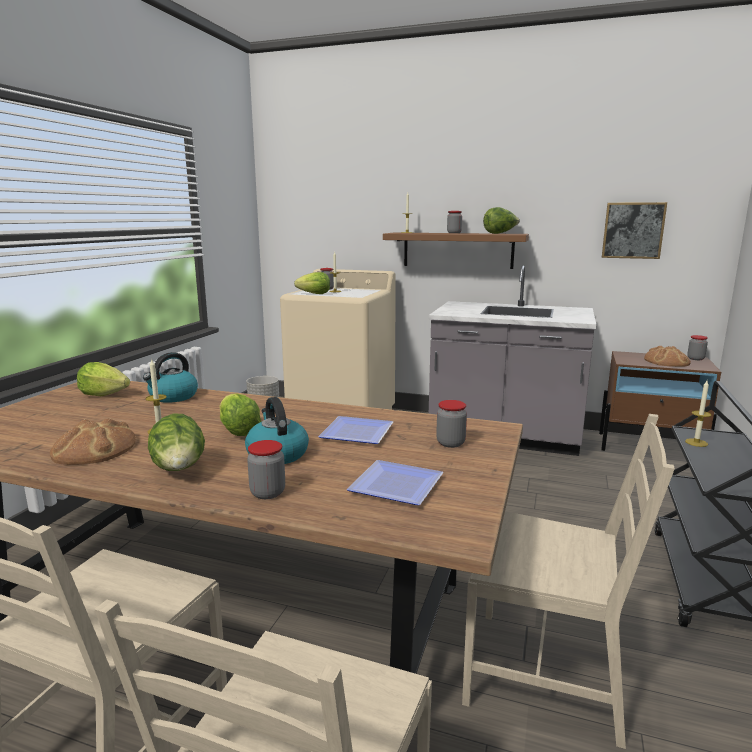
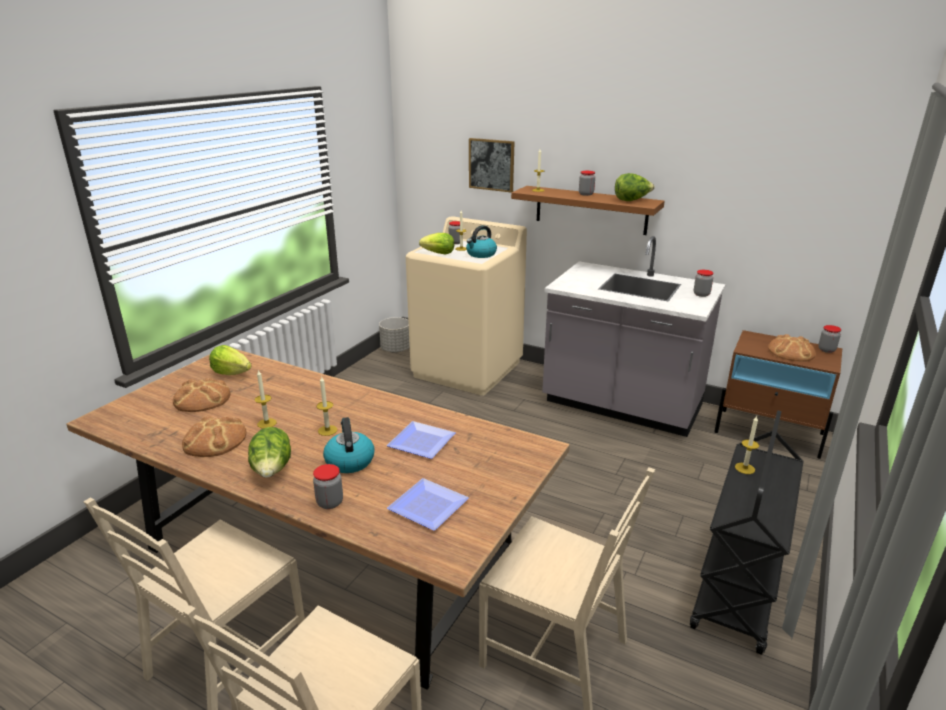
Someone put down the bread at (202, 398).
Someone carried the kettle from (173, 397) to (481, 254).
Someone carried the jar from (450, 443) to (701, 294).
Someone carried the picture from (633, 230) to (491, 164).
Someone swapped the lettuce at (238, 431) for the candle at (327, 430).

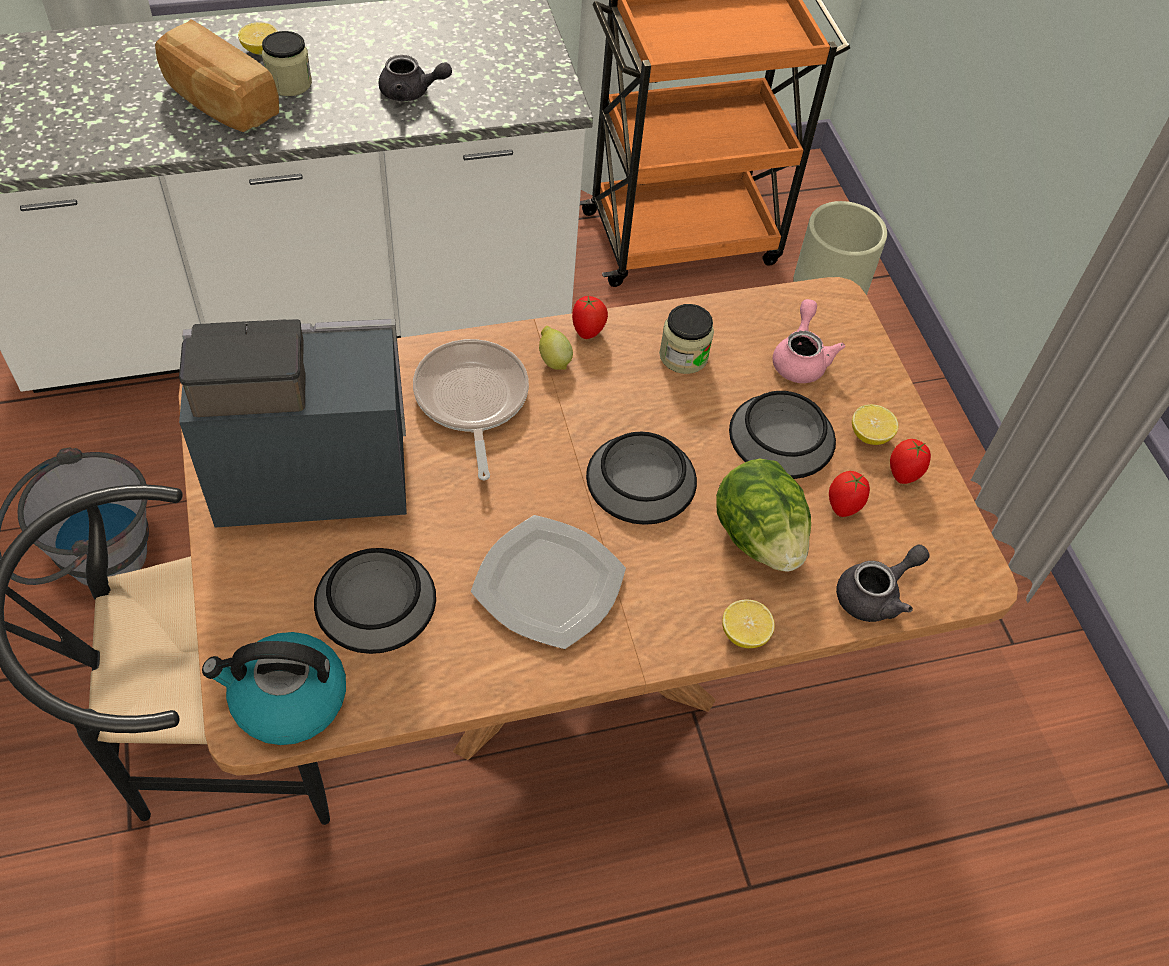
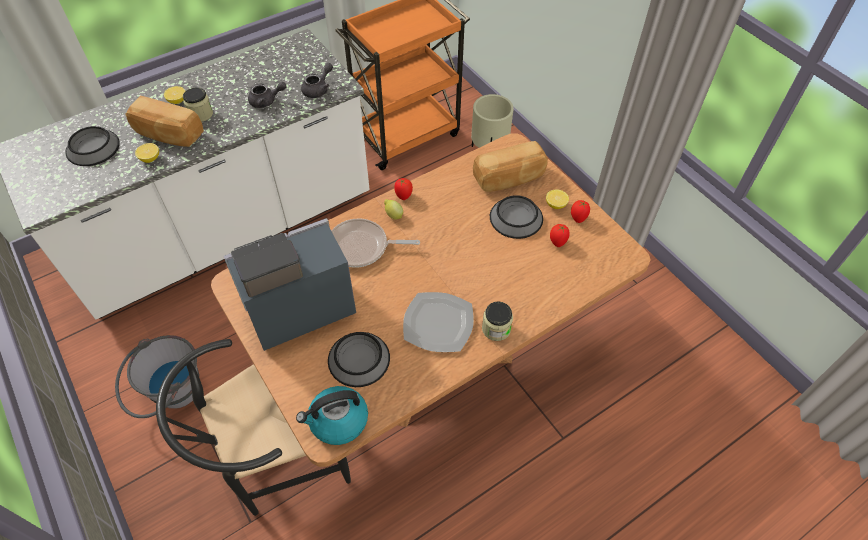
Someone took away the lettuce at (758, 537).
Someone carried the bowl from (641, 478) to (93, 147).
Someone carried the jar from (683, 356) to (496, 329).
Someone carried the lemon from (744, 634) to (150, 158).
Someone carried the teapot in grey from (875, 595) to (318, 89).
Someone swapped the teapot in pink at (800, 359) for the bread at (509, 178).
Someone rotated the frying pan at (471, 400) by 60 degrees counterclockwise.

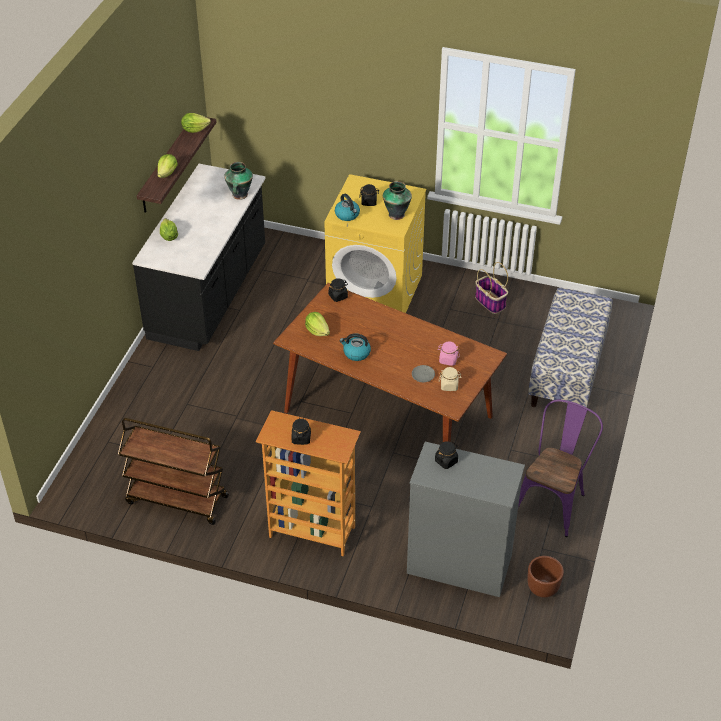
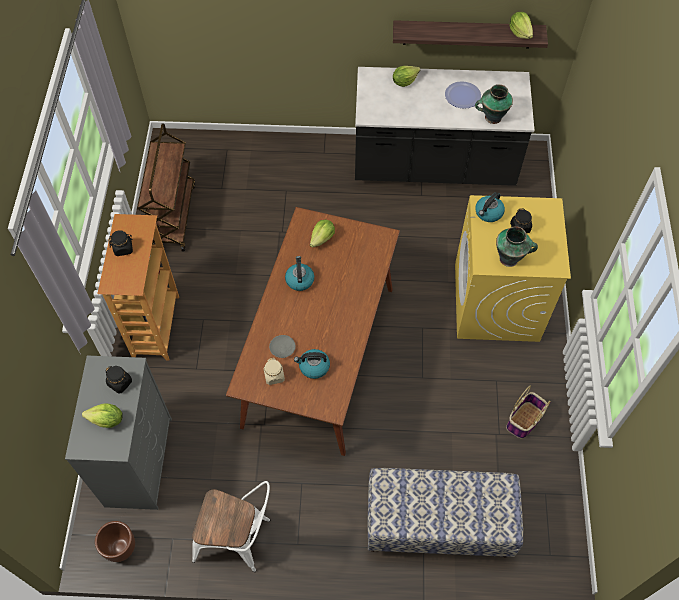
Someone took away the jar in black at (338, 296).
Someone put down the plate at (462, 95).
Someone carried the lettuce from (167, 173) to (107, 420).
Someone swapped the jar in pink at (448, 360) for the kettle at (313, 367).
Someone repainted the chair in purple at (553, 501), which became the chair in white at (239, 539).

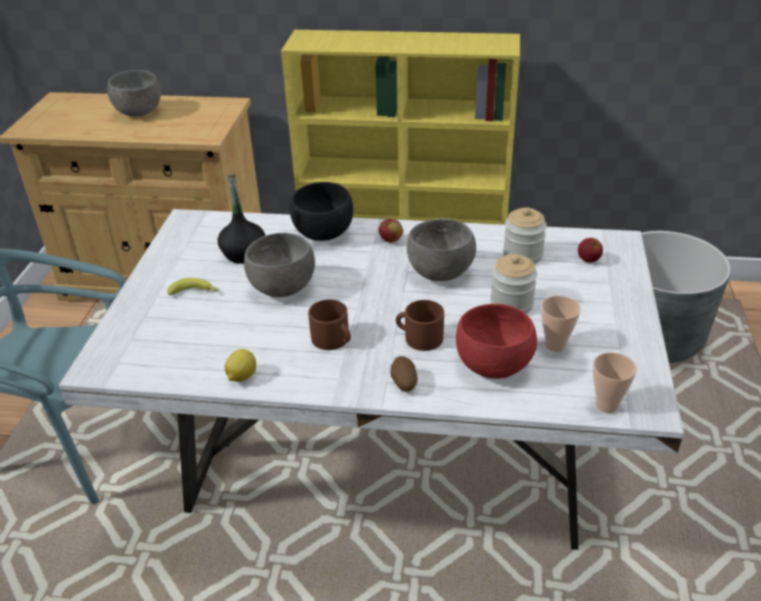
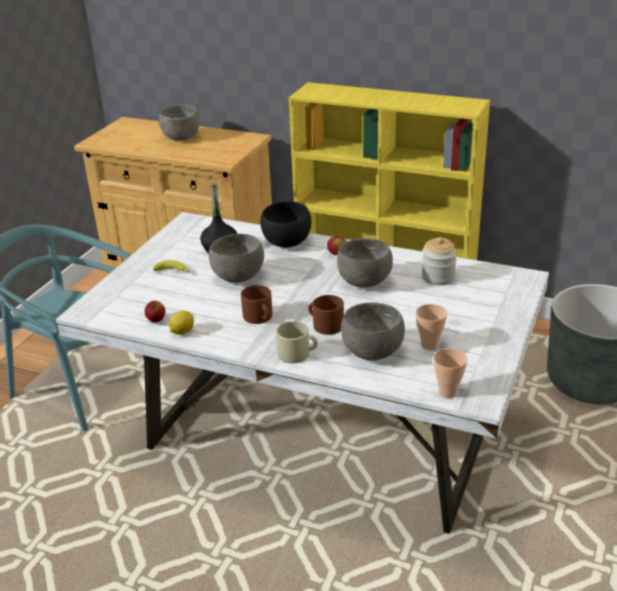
Someone took away the jar at (511, 304).
Someone carried the apple from (588, 260) to (156, 320).
Someone swapped the potato at (403, 383) for the mug in beige at (297, 354).
Someone repainted the bowl in red at (494, 366), which became the bowl in grey at (373, 352).

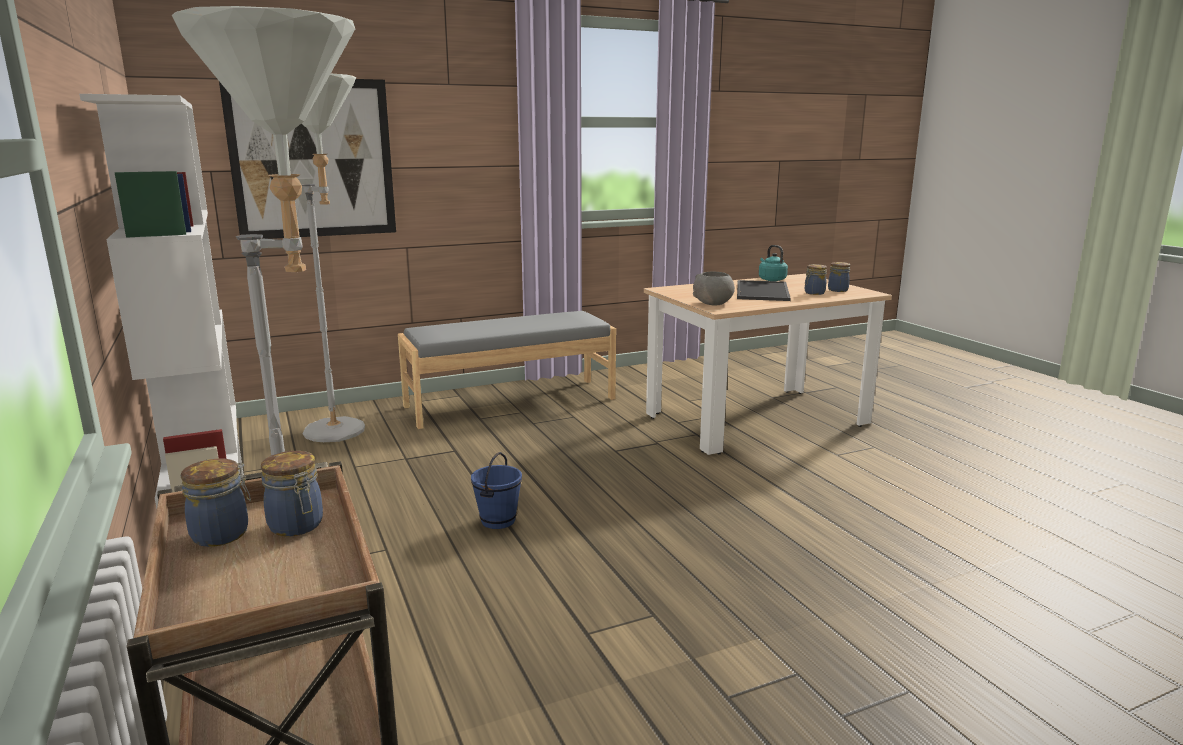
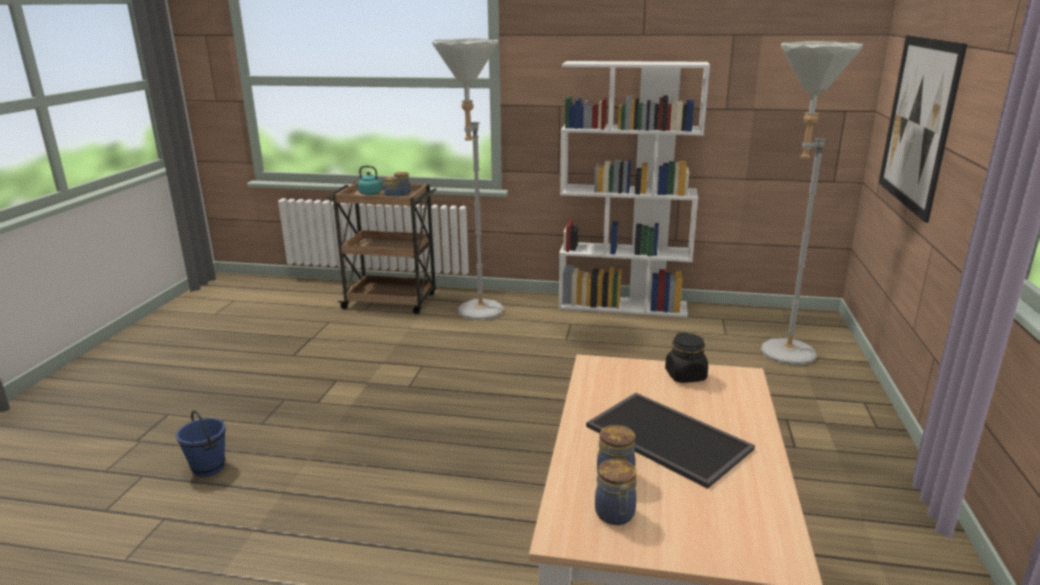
Someone took away the bench in grey at (510, 402).
Someone took away the bowl in grey at (713, 303).
Someone put down the jar in black at (685, 376).
Someone carried the bucket in blue from (498, 521) to (208, 468).
Someone carried the kettle in turquoise from (771, 279) to (371, 194).

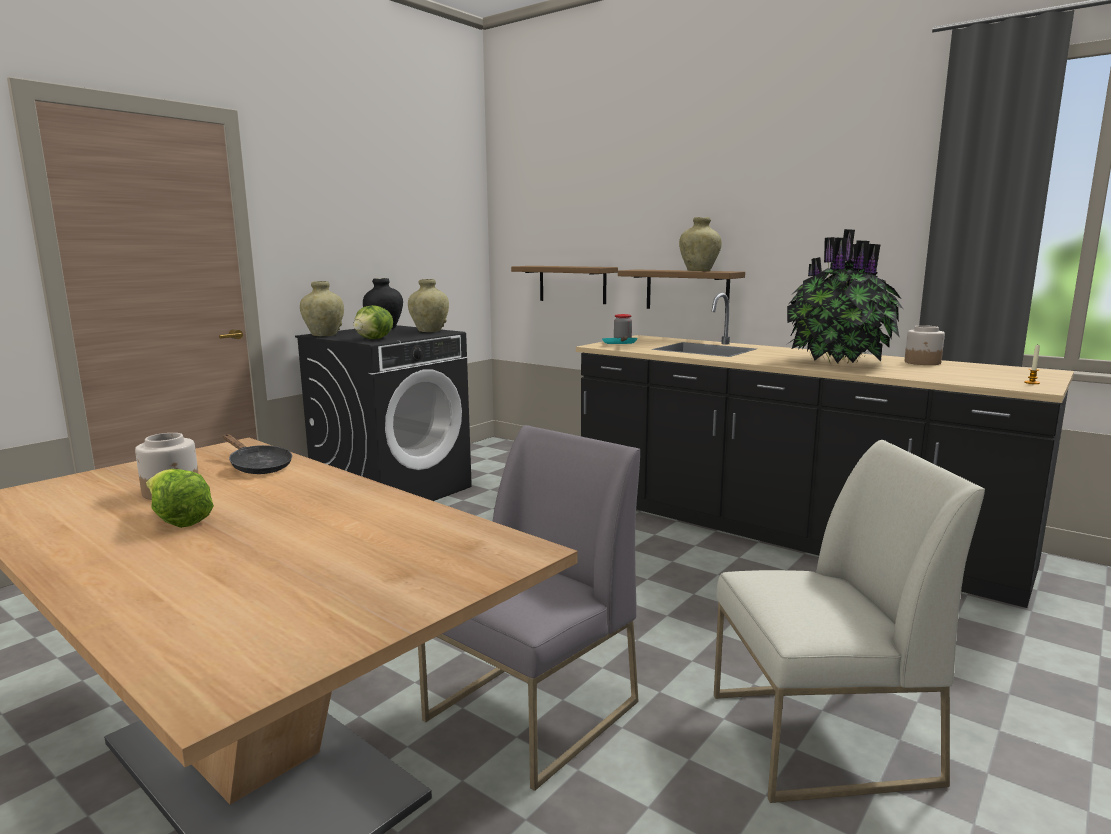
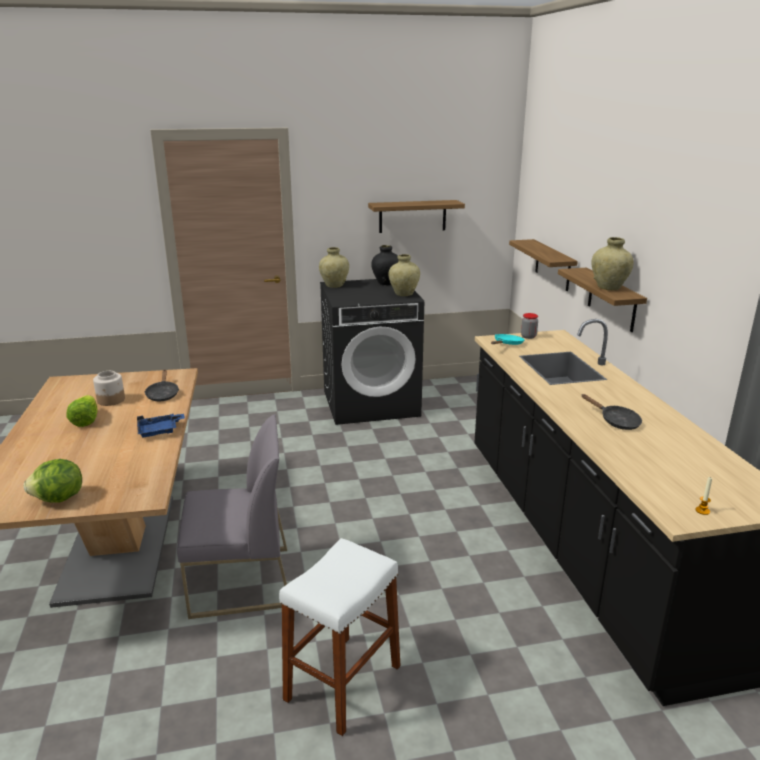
Someone took away the jar at (922, 362).
Someone put down the tray in blue at (159, 431).
Someone put up the shelf at (412, 216).
Someone carried the lettuce from (374, 339) to (59, 499).
Someone swapped the chair in white at (819, 738) for the stool in white at (343, 682).
Someone swapped the potted plant at (838, 362) for the frying pan in black at (616, 421).

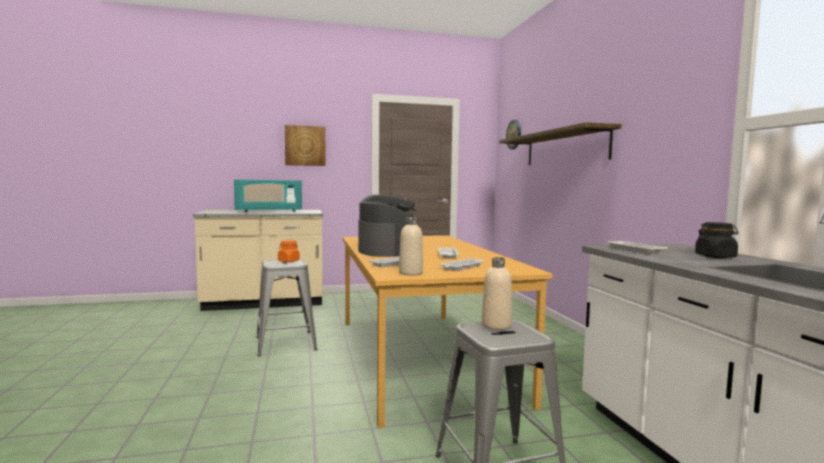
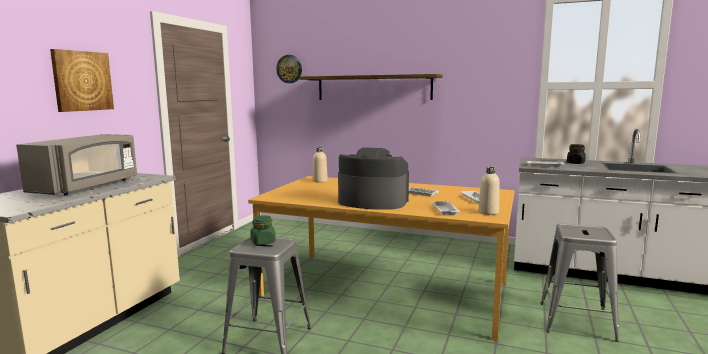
Someone carried the bottle in beige from (496, 325) to (320, 181).
Someone repainted the microwave in turquoise at (269, 211), which became the microwave in grey at (87, 187).
Someone repainted the jar in orange at (288, 261), which became the jar in green at (263, 242).

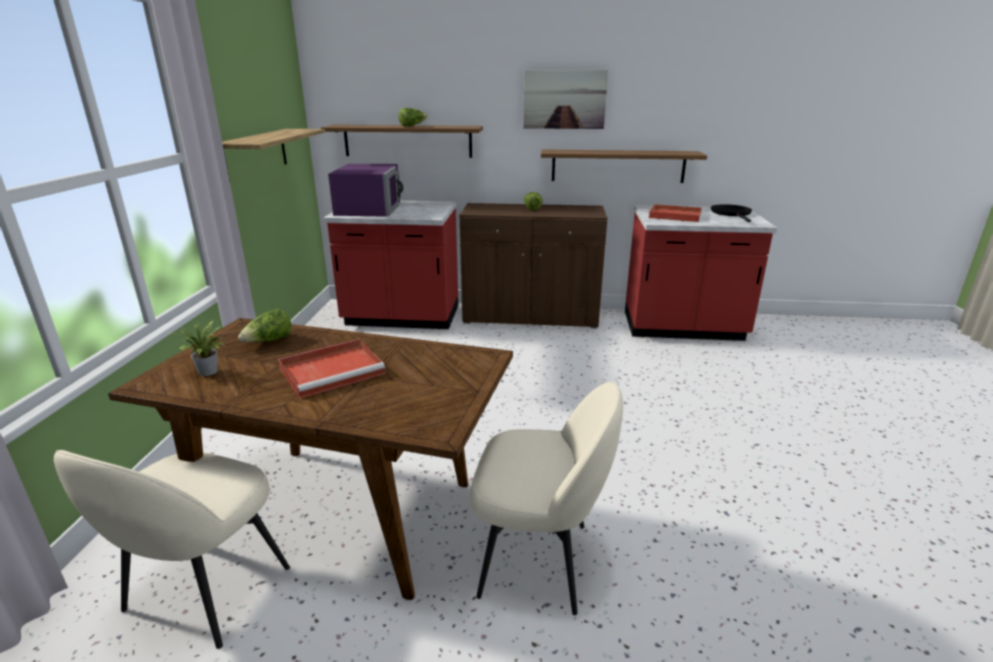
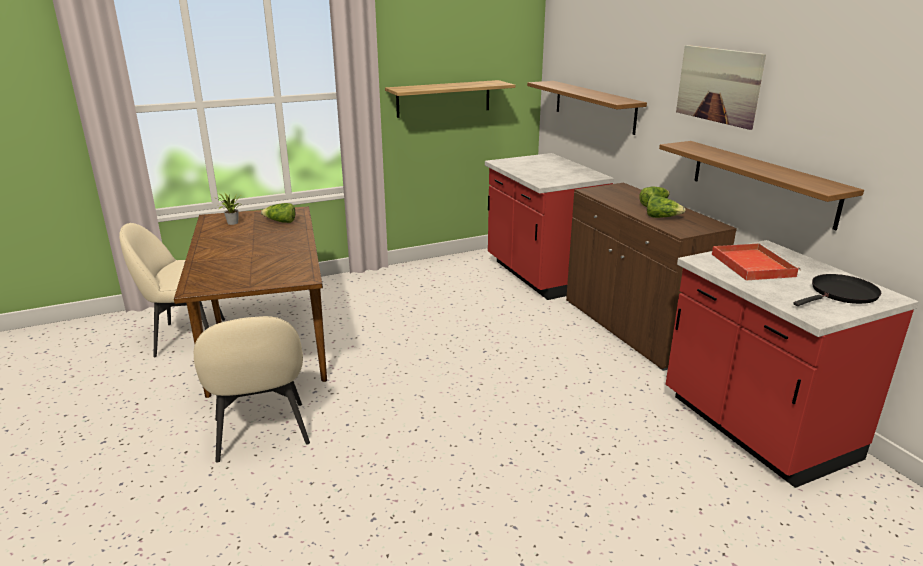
Someone took away the tray in red at (334, 370).
Someone took away the microwave in purple at (369, 208).
Someone carried the lettuce from (412, 125) to (662, 217).

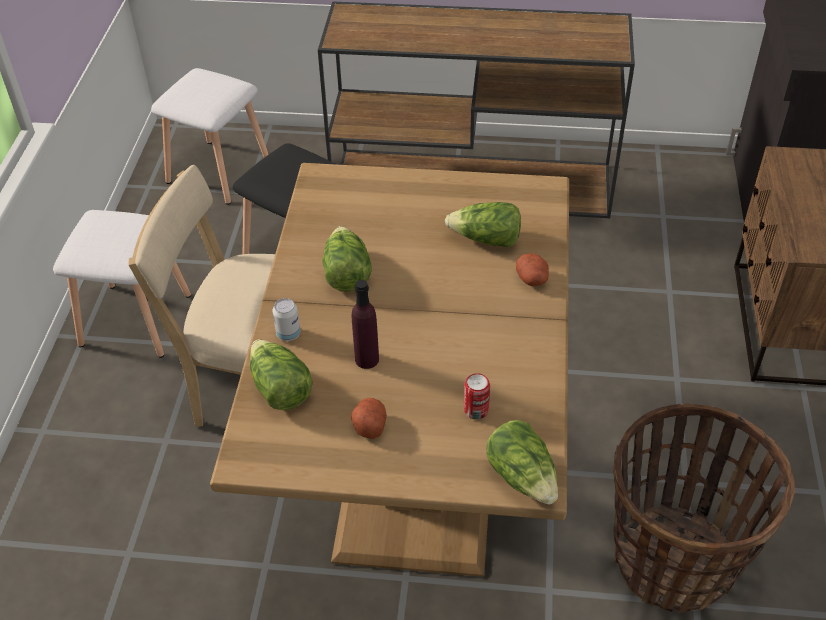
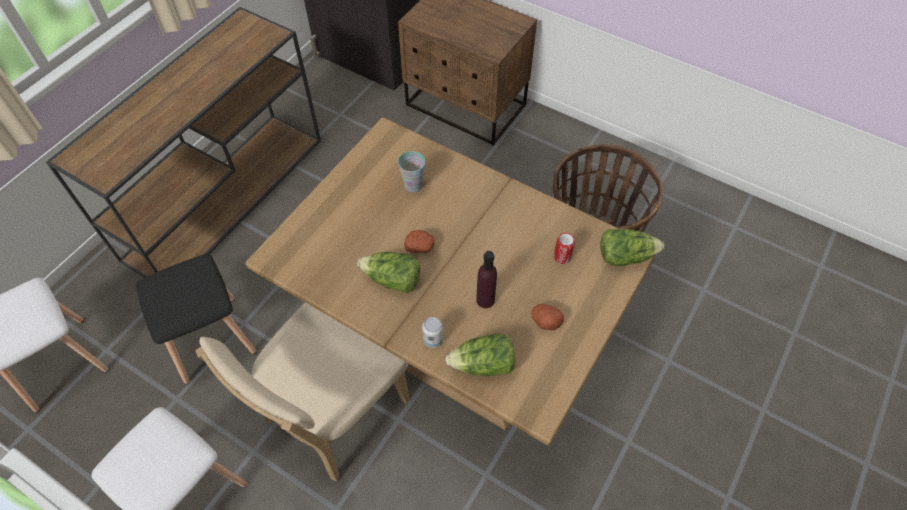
Someone carried the potato from (532, 279) to (420, 247).
Someone swapped the lettuce at (486, 239) for the cup at (413, 185).

